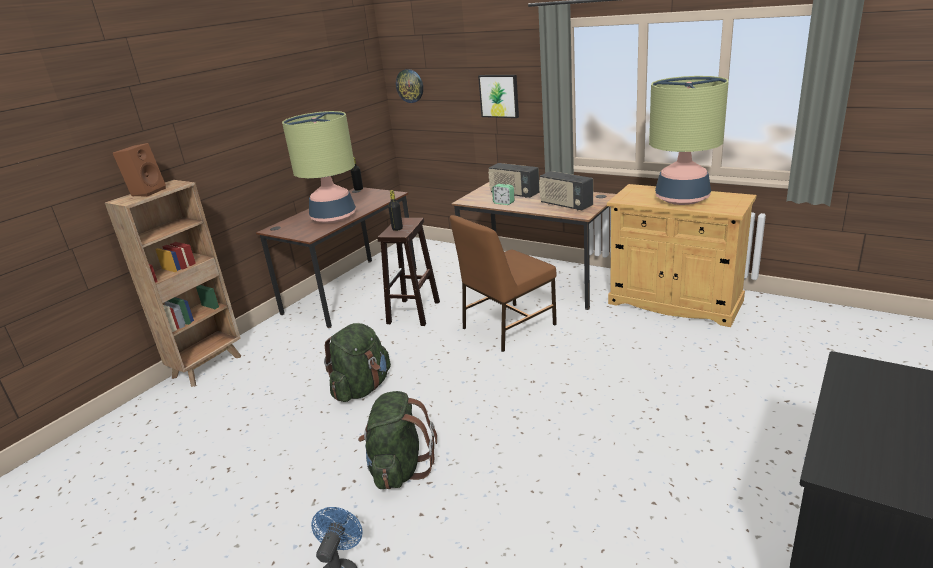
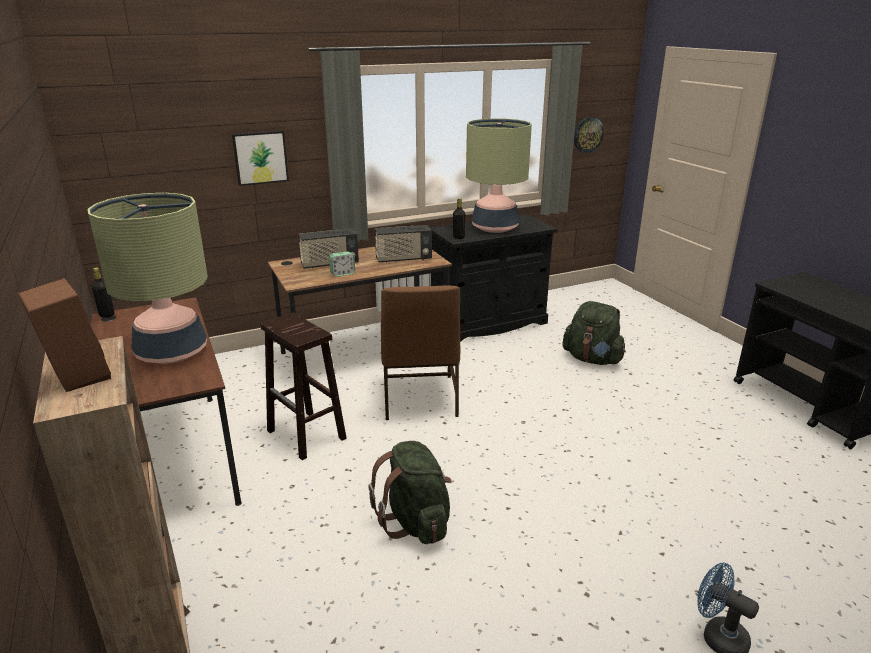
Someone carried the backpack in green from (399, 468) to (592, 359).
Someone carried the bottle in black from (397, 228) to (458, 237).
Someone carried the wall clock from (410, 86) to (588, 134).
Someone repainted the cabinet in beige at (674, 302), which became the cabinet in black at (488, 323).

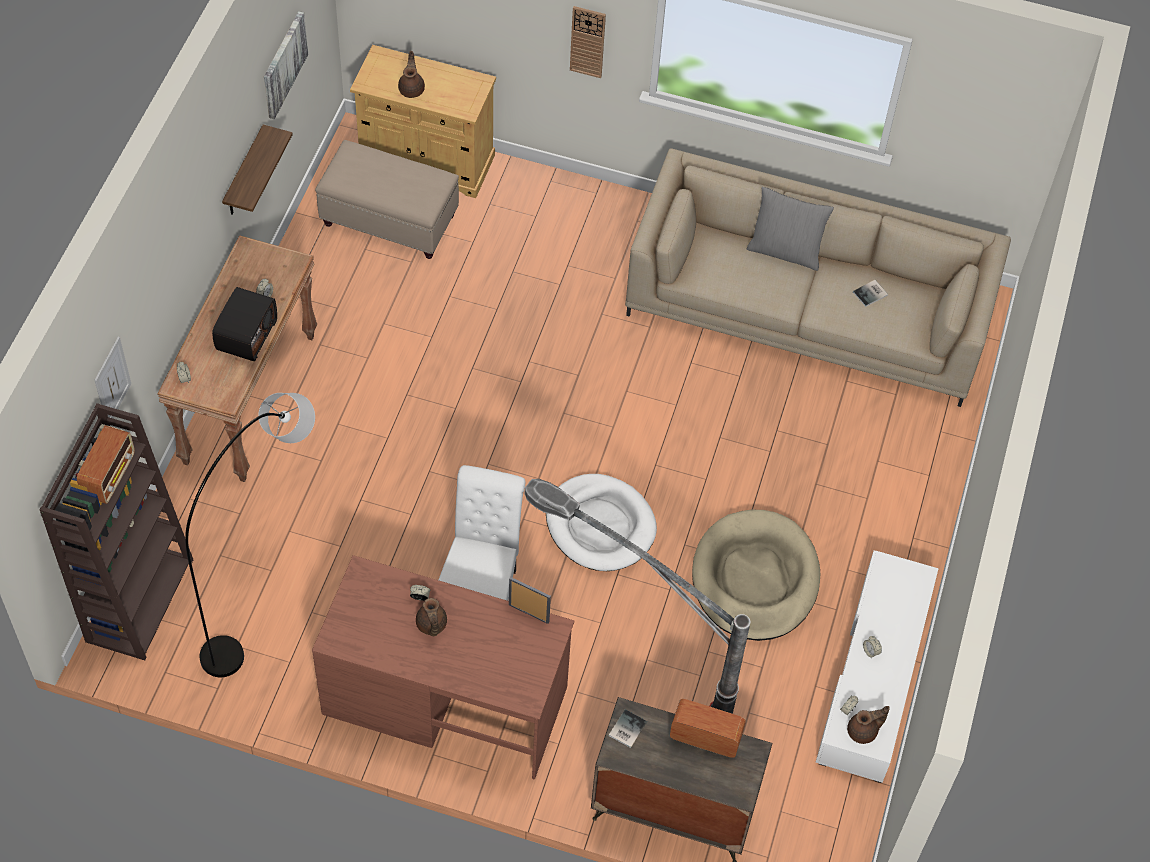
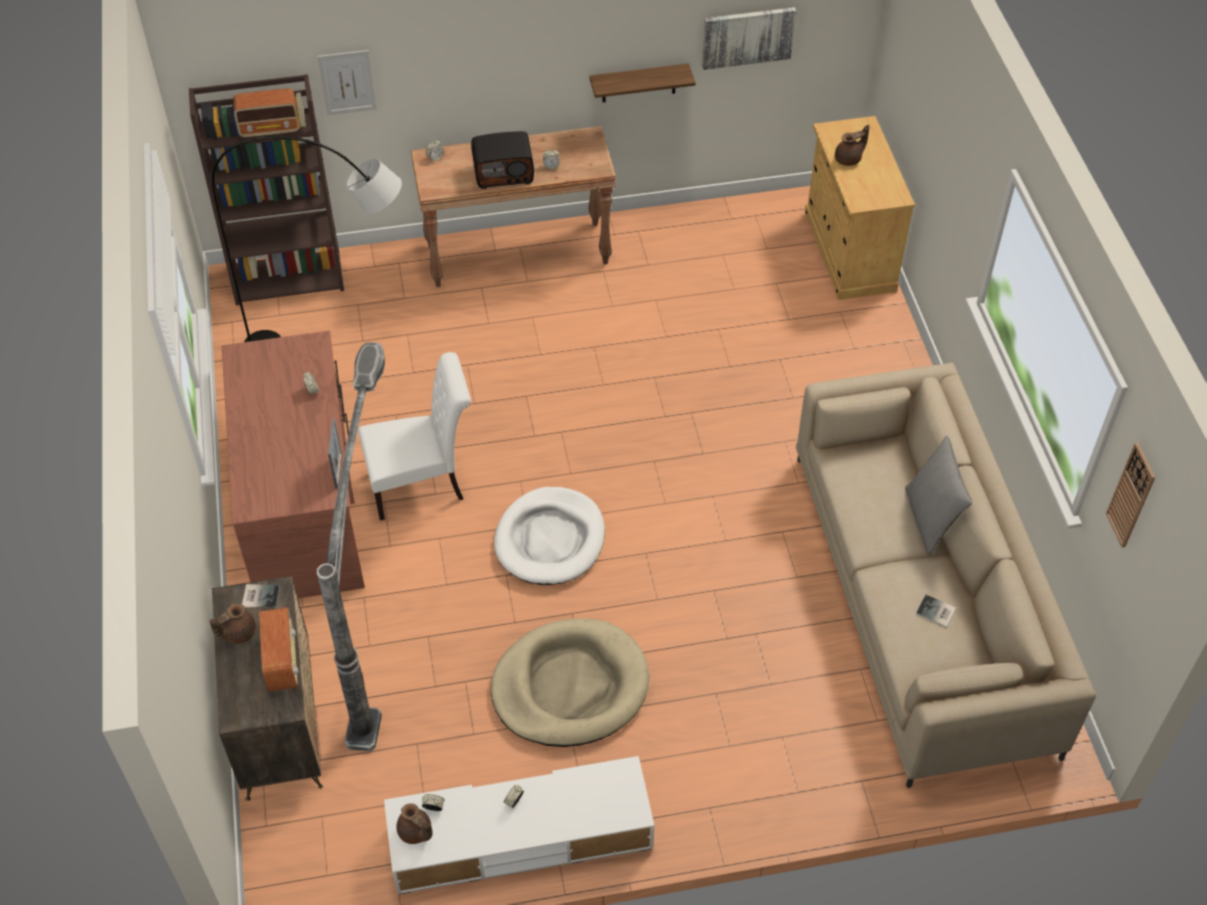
Someone took away the ottoman in beige at (390, 220).
Someone carried the teapot in brown from (431, 625) to (237, 632).
Someone carried the wall clock from (587, 41) to (1131, 495).

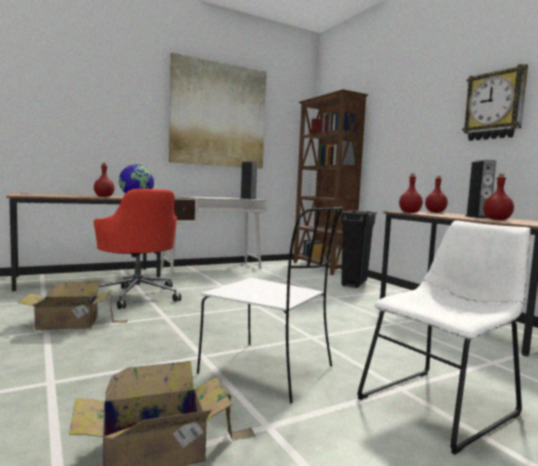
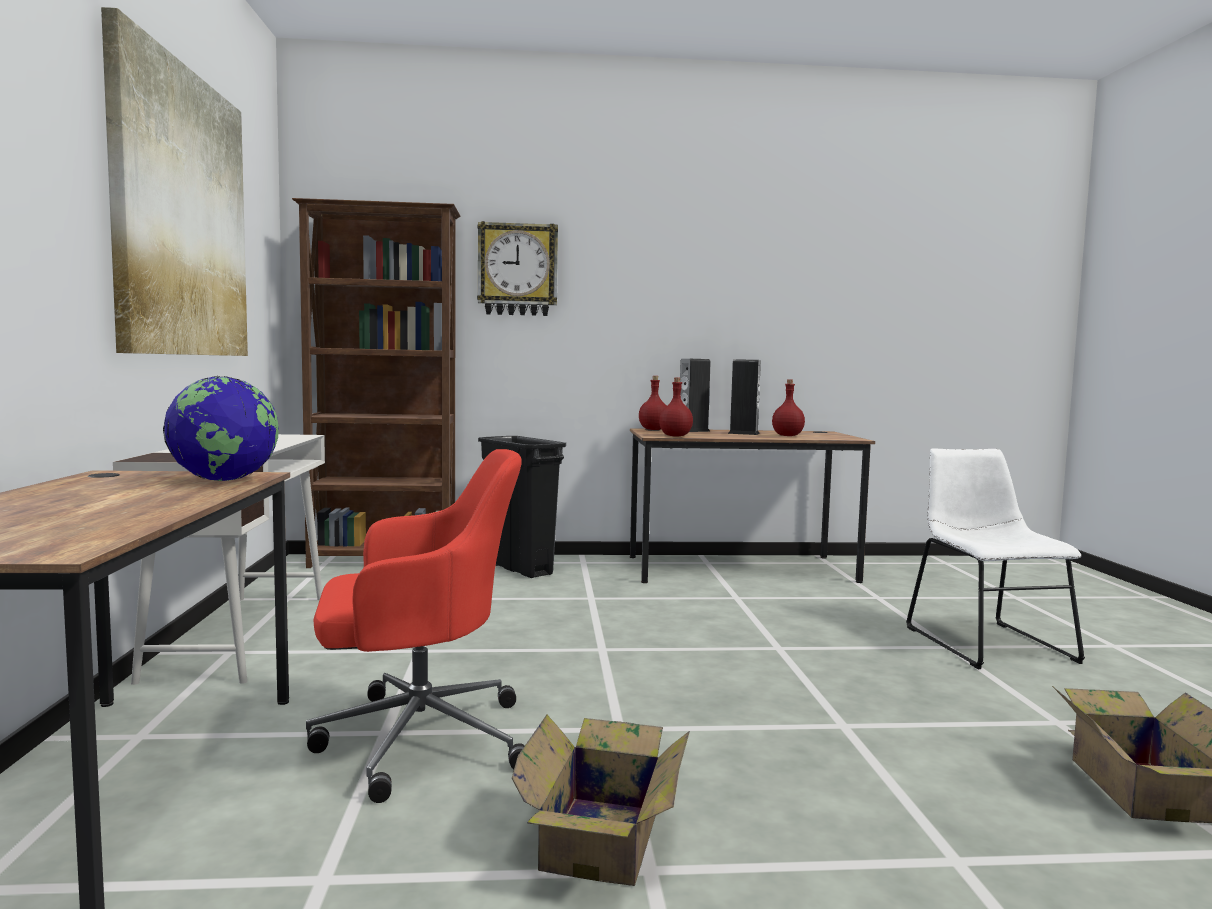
Someone took away the bottle in red at (103, 196).
Someone took away the chair in white at (270, 371).
Someone carried the speaker from (248, 198) to (693, 431).
Someone carried the wall clock from (495, 105) to (517, 270).

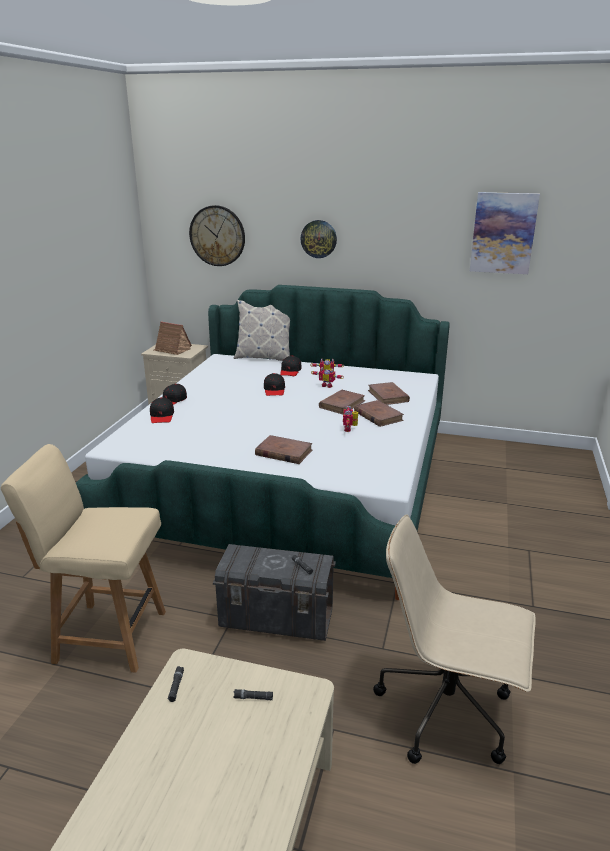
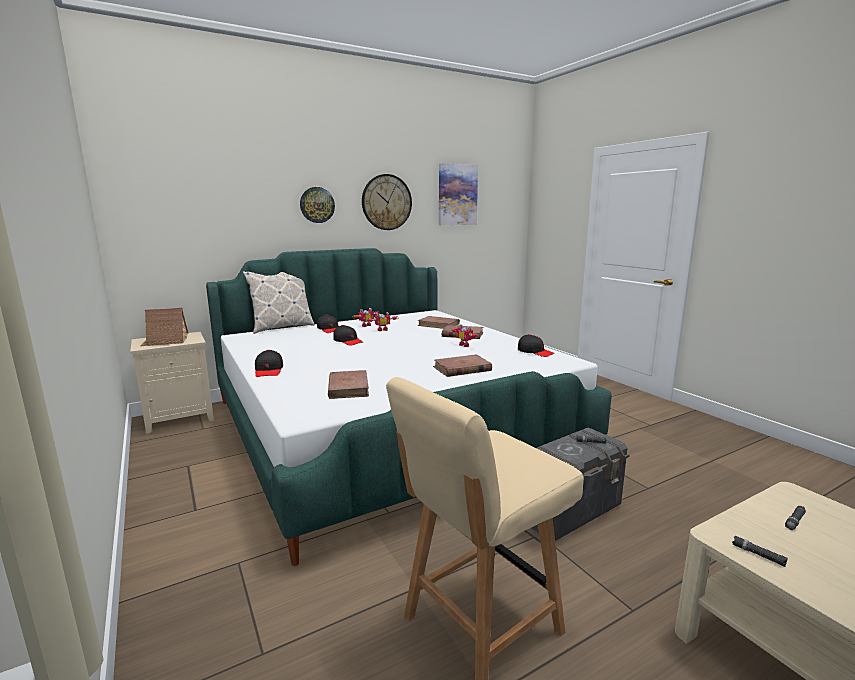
Someone took away the office chair in beige at (447, 711).
Someone carried the cap in black from (162, 416) to (535, 352).
Someone carried the wall clock from (217, 236) to (386, 202).
Someone carried the book in brown from (342, 404) to (348, 387).

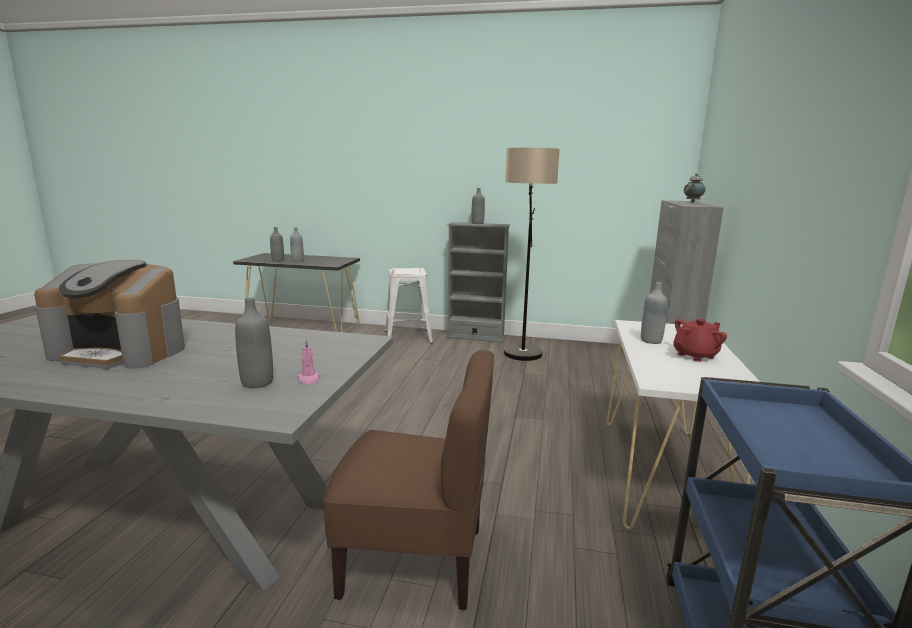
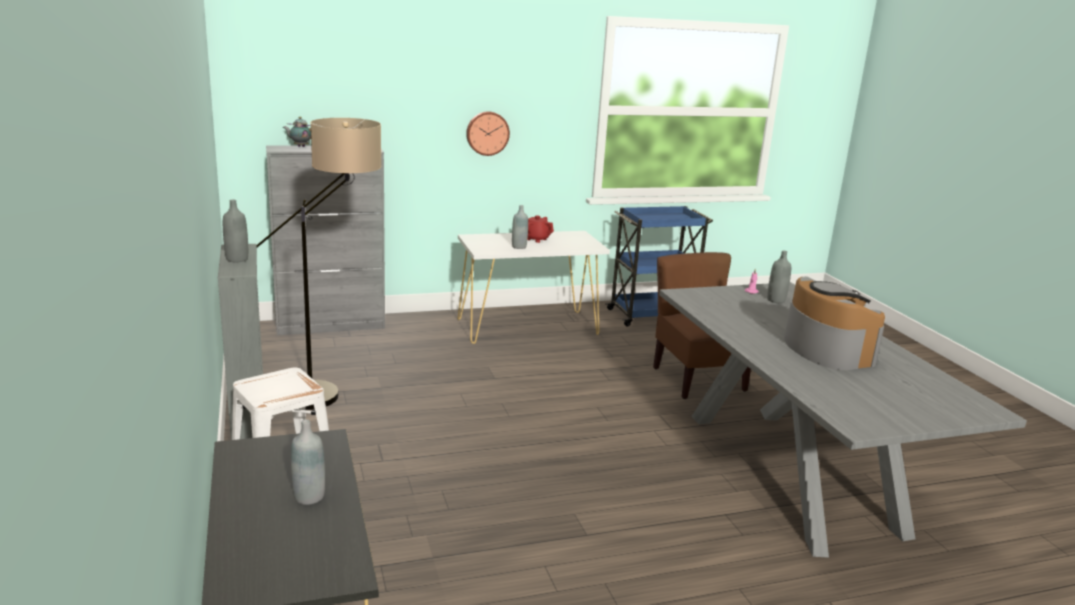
Someone took away the bottle in grey at (278, 260).
Someone put up the wall clock at (487, 133).

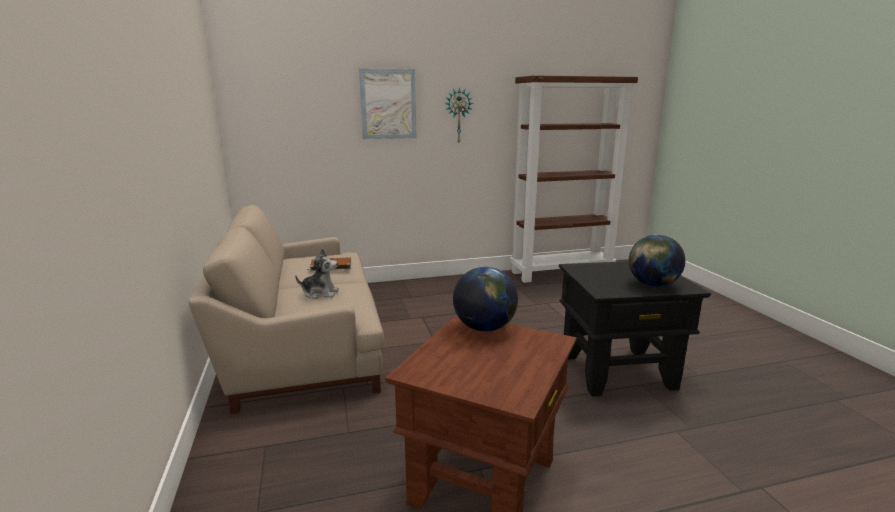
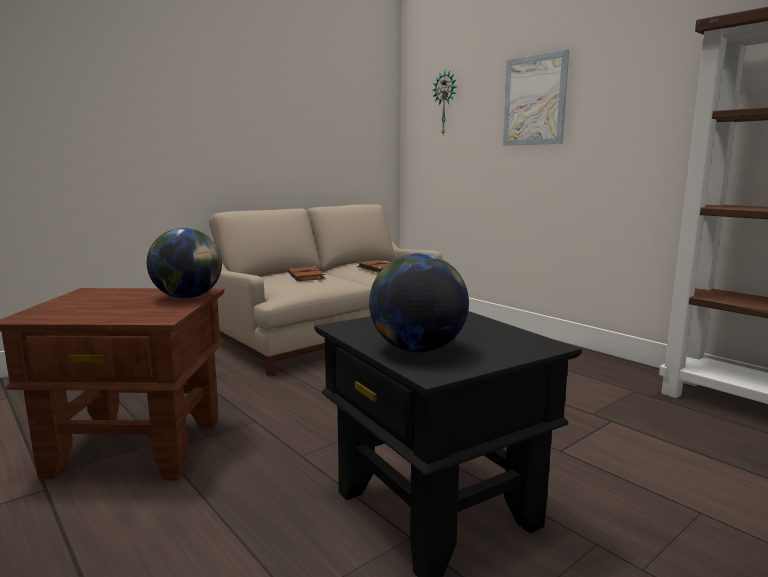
Someone carried the wall clock from (458, 116) to (445, 103).
Someone swapped the plush toy at (320, 293) for the book in brown at (306, 276).

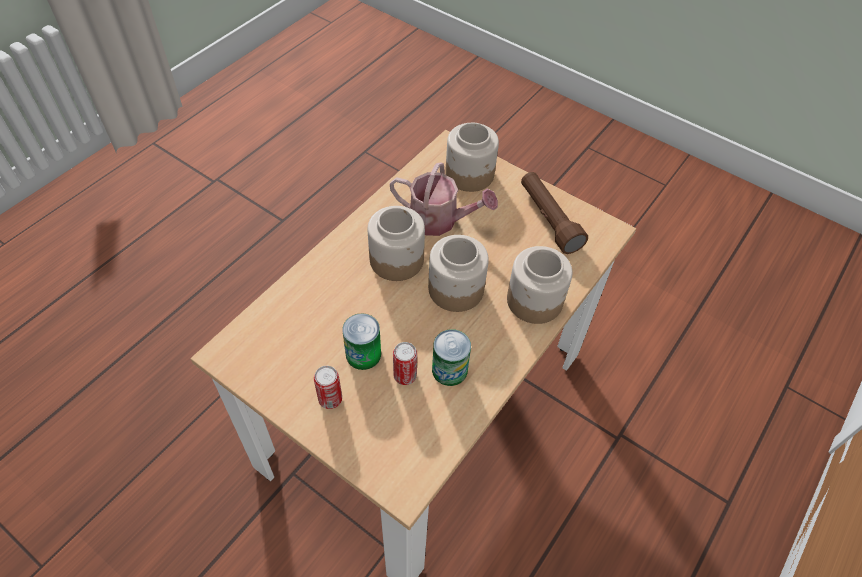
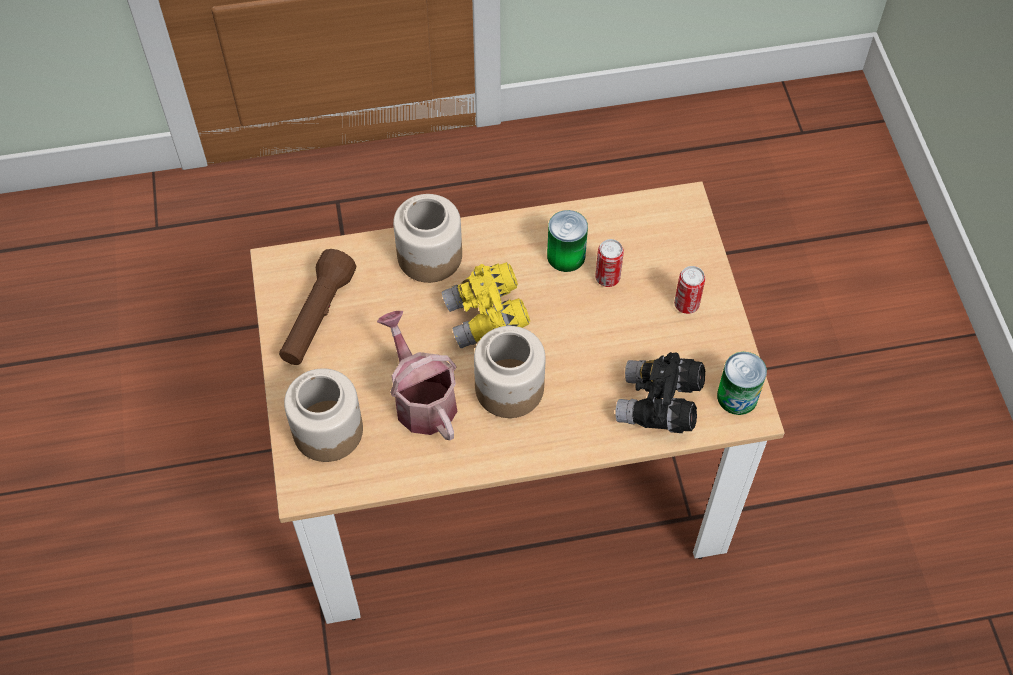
Someone put down the binoculars in black at (659, 405).
Someone carried the can from (363, 354) to (737, 396).
Someone swapped the jar at (455, 289) for the binoculars in yellow at (486, 318).

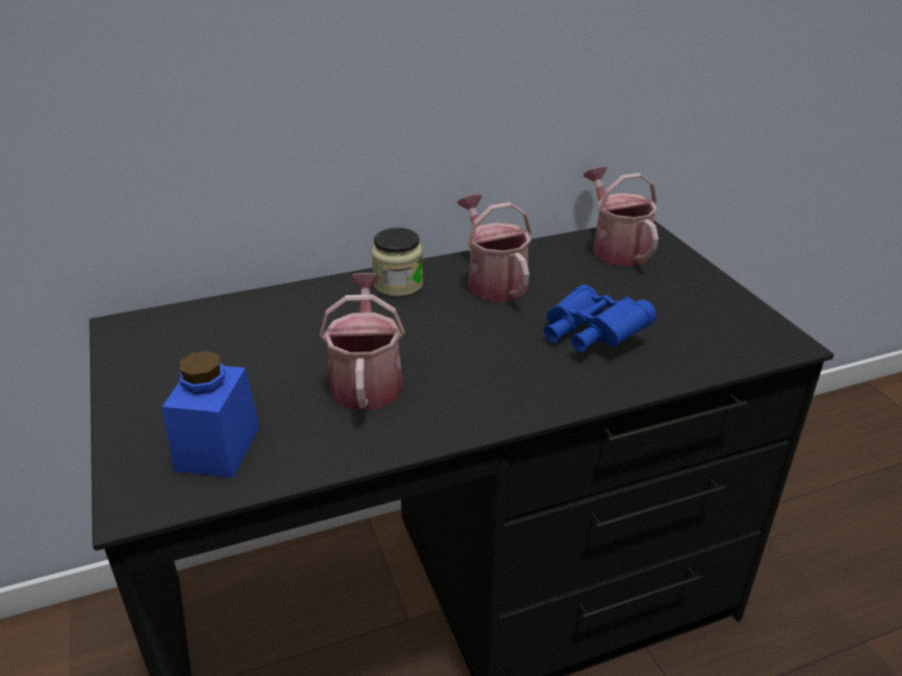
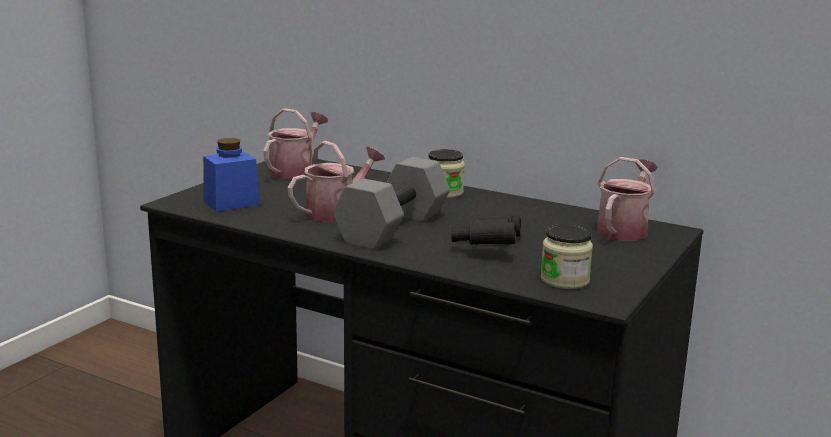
Someone put down the dumbbell in grey at (392, 227).
Someone put down the jar at (565, 280).
Someone carried the watering can from (493, 281) to (295, 170).
Someone repainted the binoculars in blue at (589, 336), which became the binoculars in black at (487, 247).

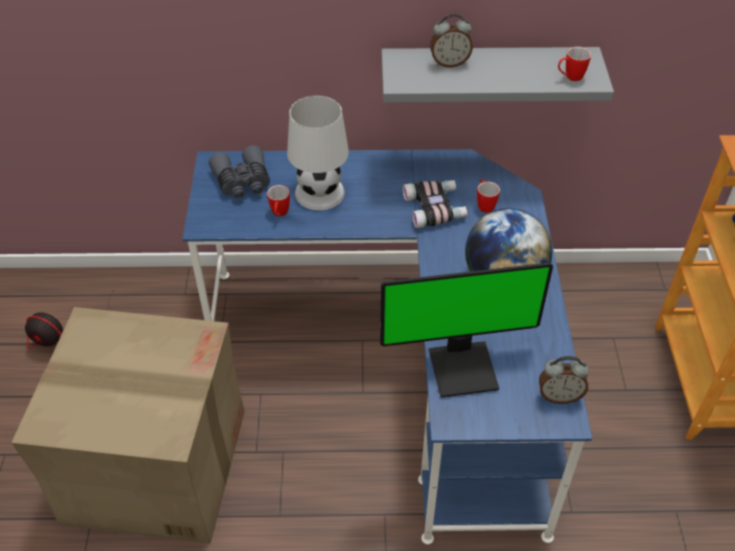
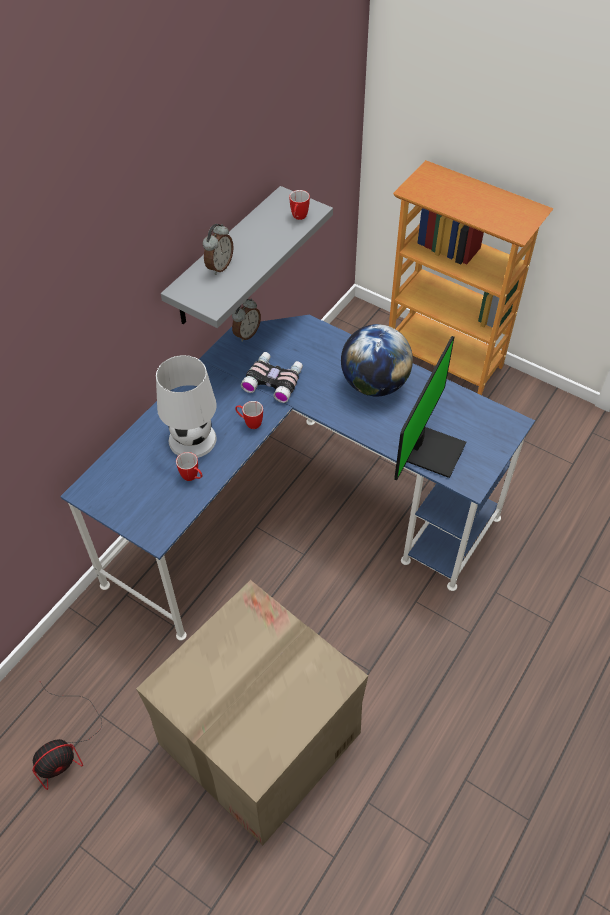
Someone took away the binoculars in grey at (242, 182).
Someone carried the mug from (484, 204) to (249, 423).
Someone carried the alarm clock from (559, 396) to (246, 334).

